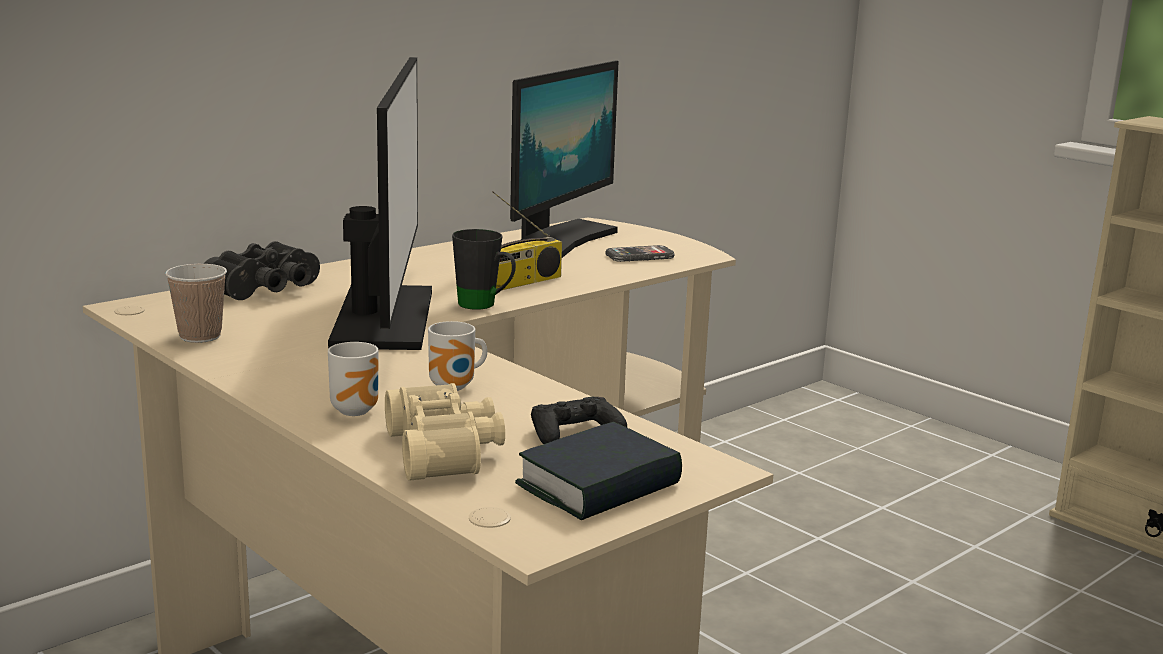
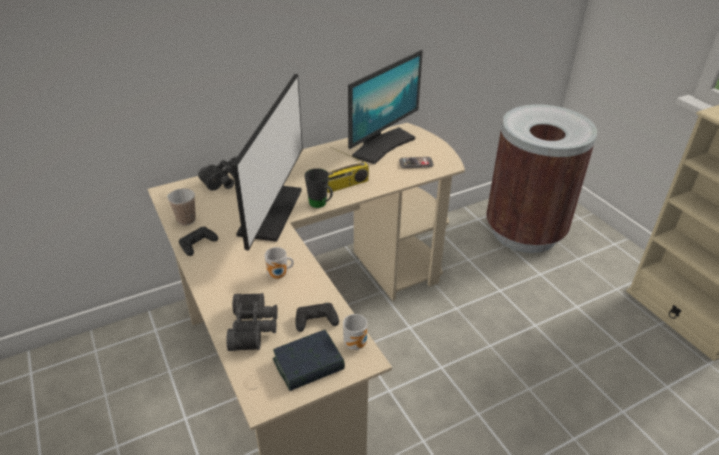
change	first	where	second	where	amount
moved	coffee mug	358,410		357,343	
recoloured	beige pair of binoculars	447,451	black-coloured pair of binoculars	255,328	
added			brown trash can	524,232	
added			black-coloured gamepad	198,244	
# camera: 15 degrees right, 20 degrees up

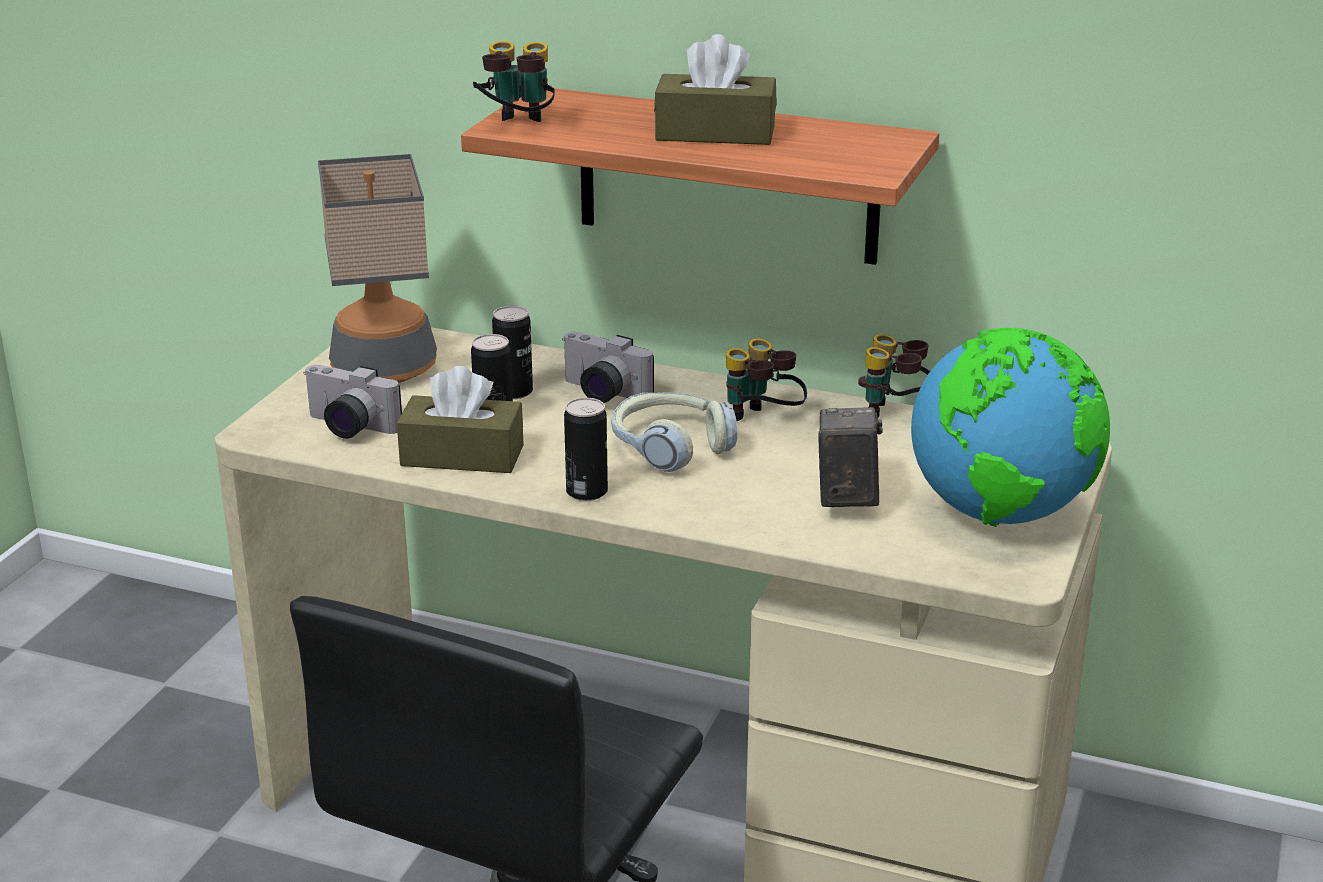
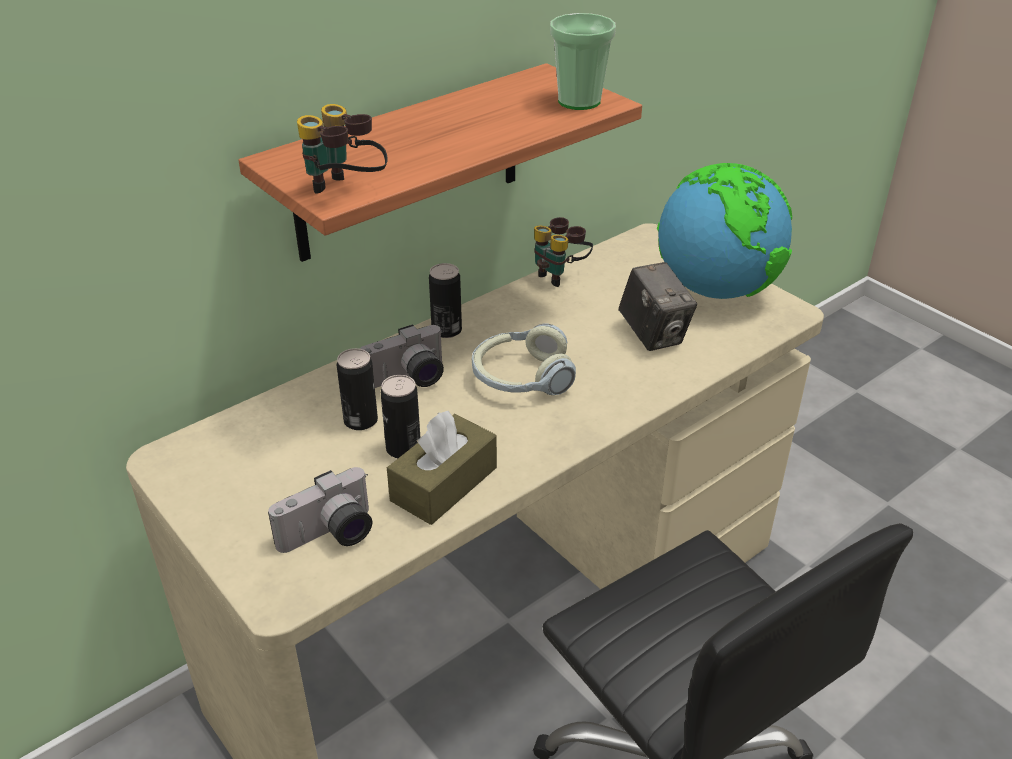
change	first	where	second	where	amount
removed	brown tissue holder	715,133			
removed	tabletop lamp	384,369			
removed	pair of binoculars	762,422			
moved	can	587,492		446,330	
turned	photo camera	846,498		653,334	150 degrees counterclockwise
added			drinking cup	579,101	
# camera: 60 degrees left, 10 degrees up

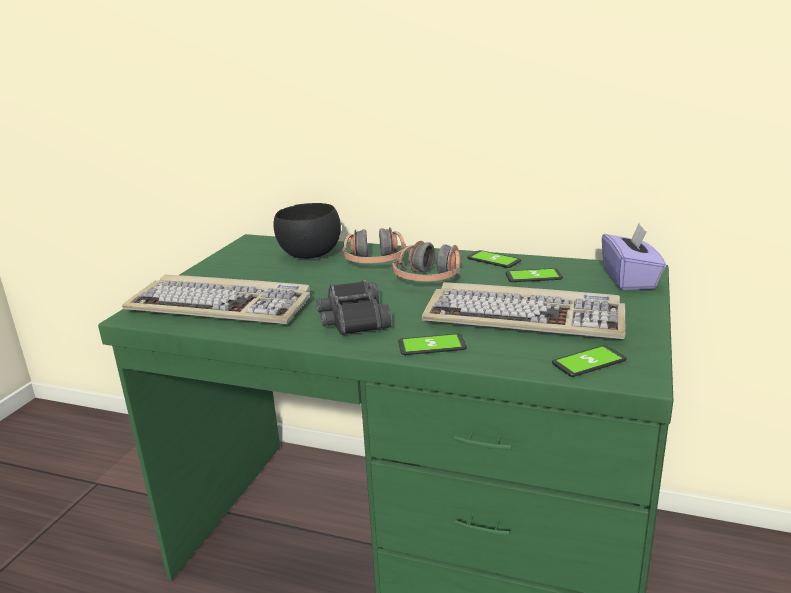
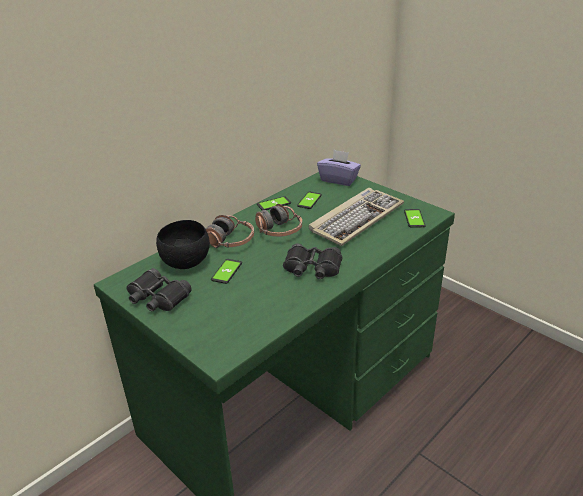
change	first	where	second	where	amount
removed	computer keyboard	222,305			
moved	telephone	432,346		226,271	
added			black-coloured pair of binoculars	157,298	
# camera: 65 degrees left, 10 degrees up

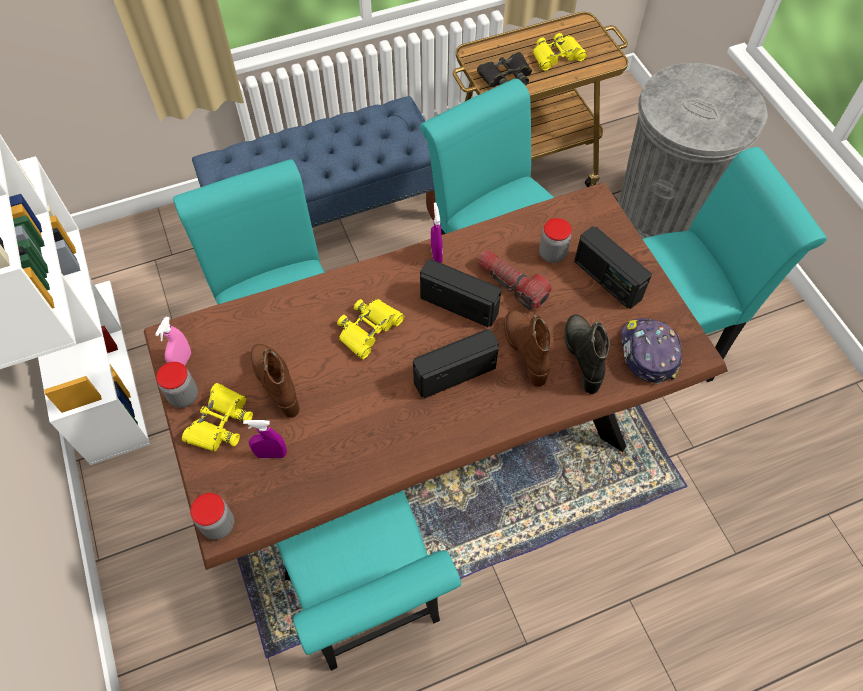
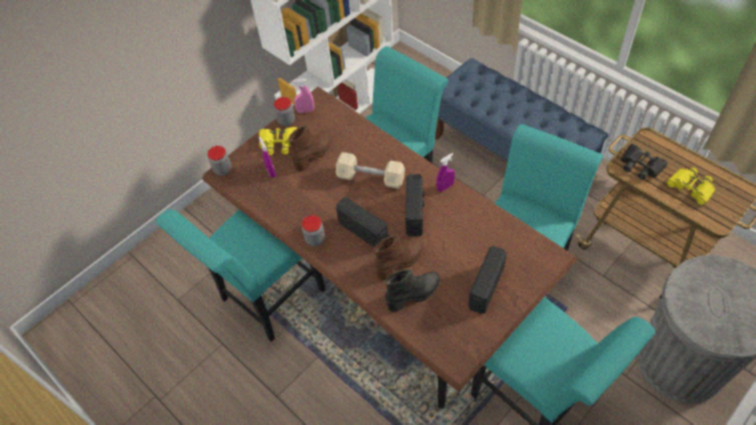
change	first	where	second	where	amount
moved	storage jar	552,254		315,239	
removed	hand torch	512,284			
replaced	yellow-coloured pair of binoculars	368,329	beige hand weight	371,178	
removed	cap	647,352			
# camera: 70 degrees right, 5 degrees down

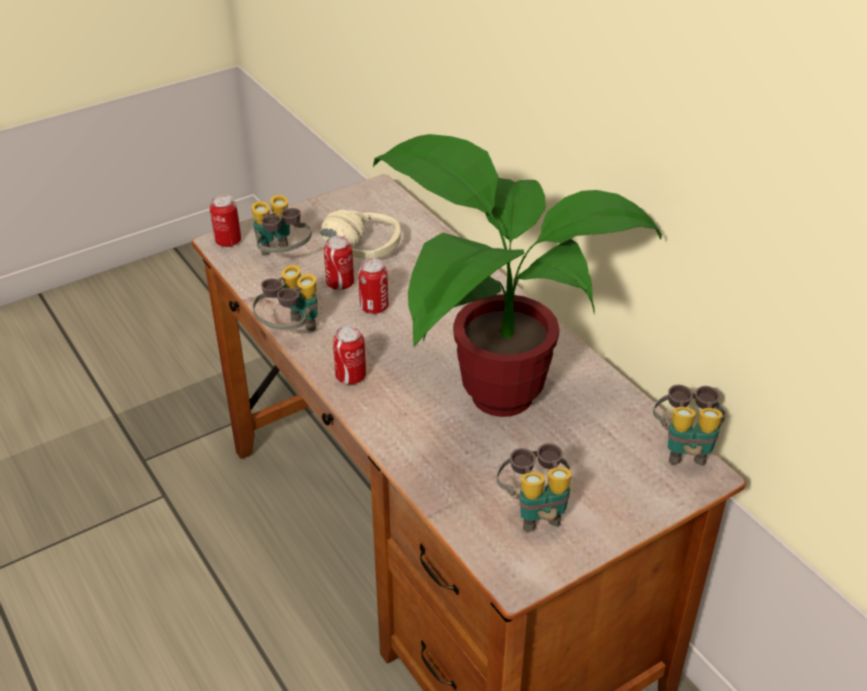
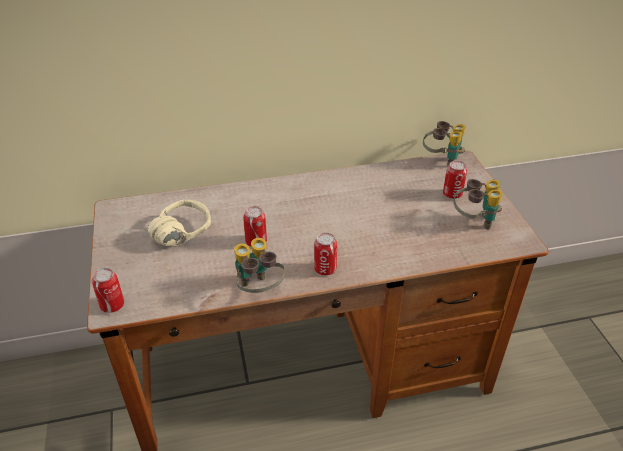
change	first	where	second	where	amount
removed	potted plant	490,391			
removed	pair of binoculars	282,257			
moved	can	340,283		452,194	
# camera: 70 degrees left, 0 degrees up

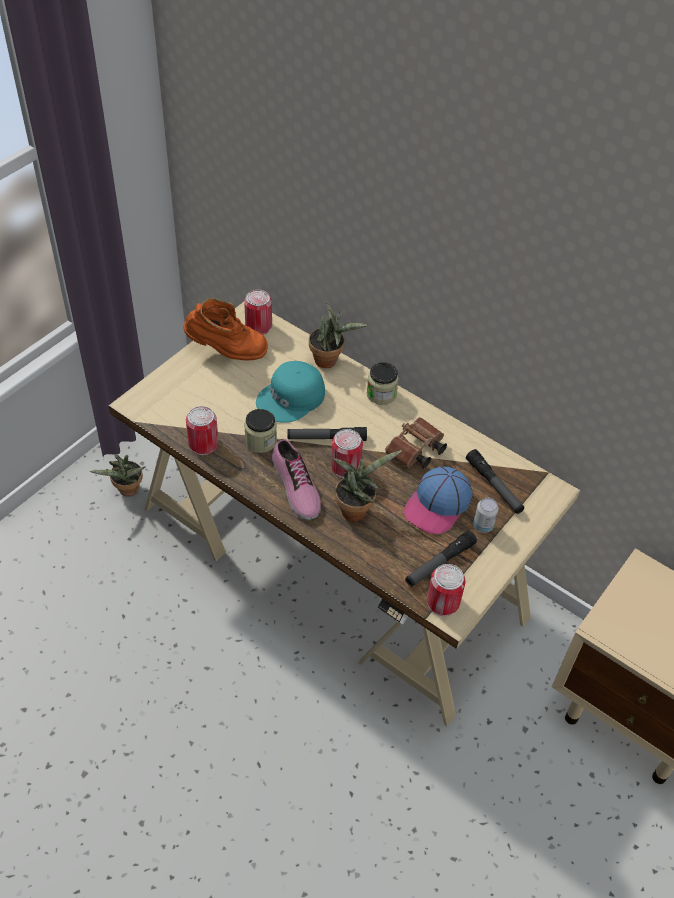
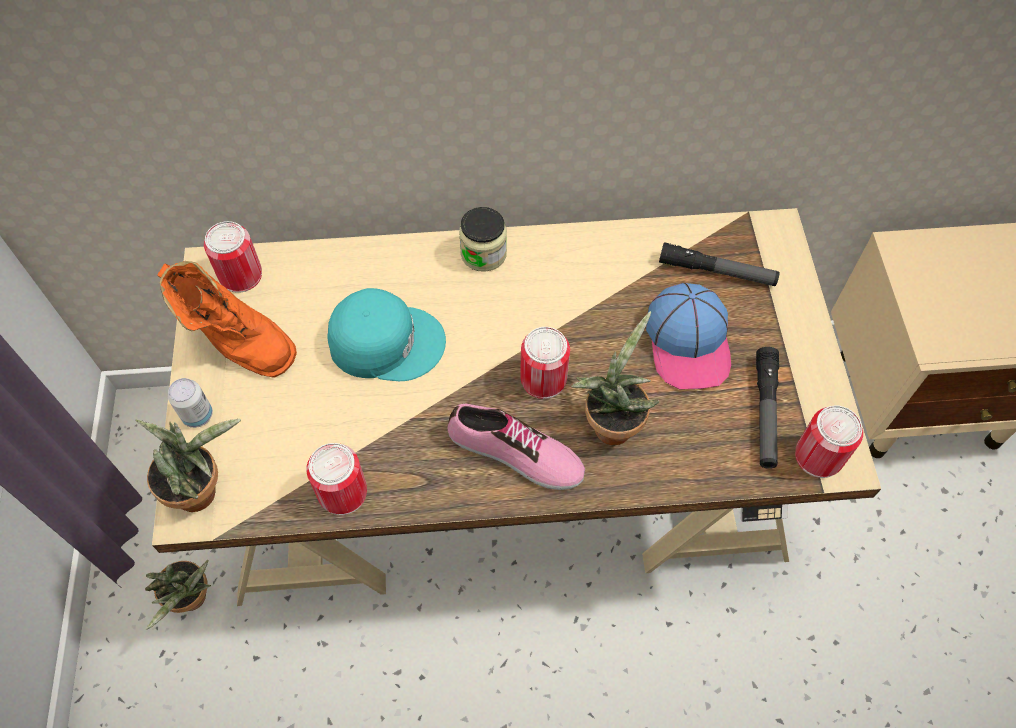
change	first	where	second	where	amount
turned	orangey tall boot	226,352		236,341	75 degrees clockwise
moved	potted plant	329,360		201,489	
turned	turquoise cap	291,398		386,340	90 degrees counterclockwise
removed	storage jar	261,441			
removed	brown pair of binoculars	415,452			
removed	hand torch	326,438			
moved	can	483,526		198,415	
# camera: 40 degrees left, 10 degrees up

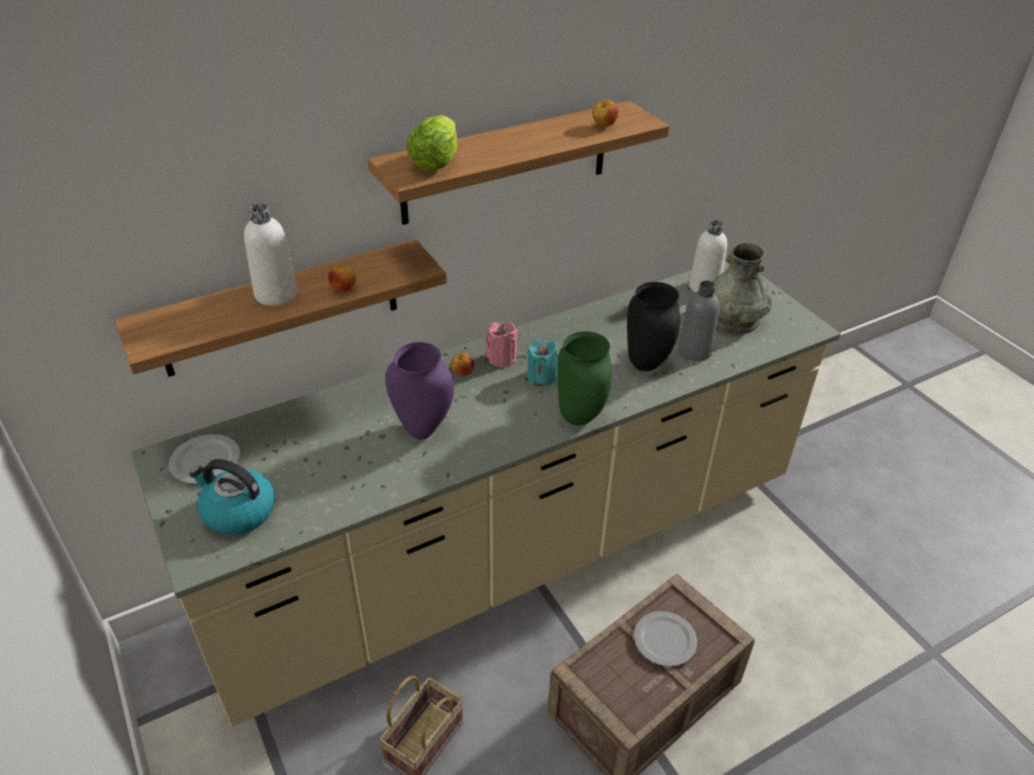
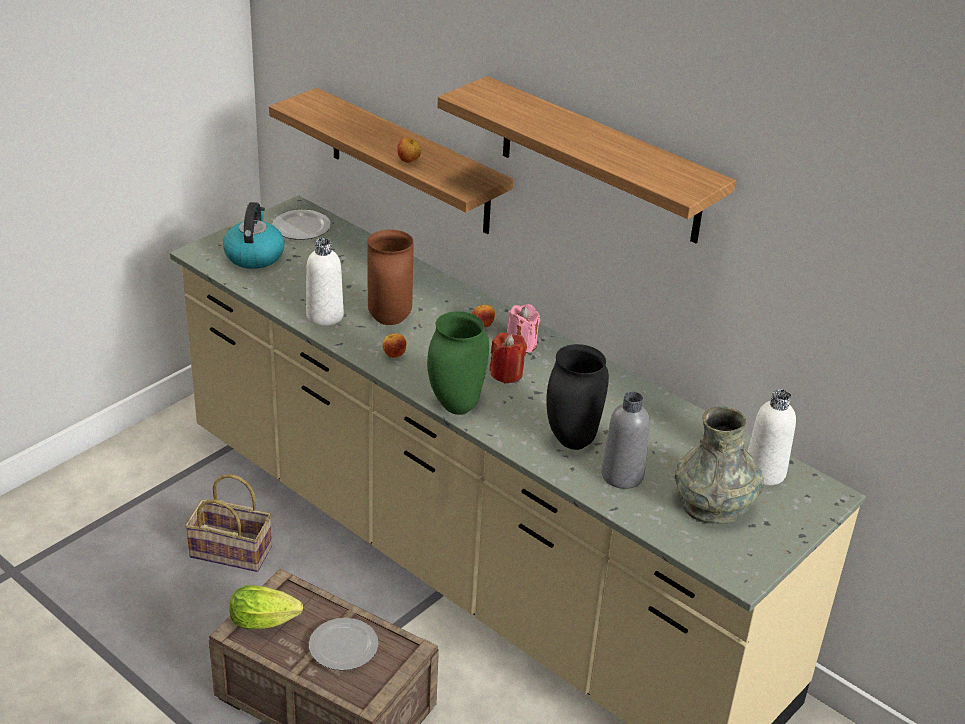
change	first	where	second	where	amount
moved	apple fruit	603,126		394,355	
moved	lettuce	437,161		267,622	
moved	white-coloured bottle	276,294		325,316	
recoloured	turquoise candle	541,377	red candle	506,373	
recoloured	purplish decorative vase	423,429	brown decorative vase	391,319	
# camera: 70 degrees right, 5 degrees down

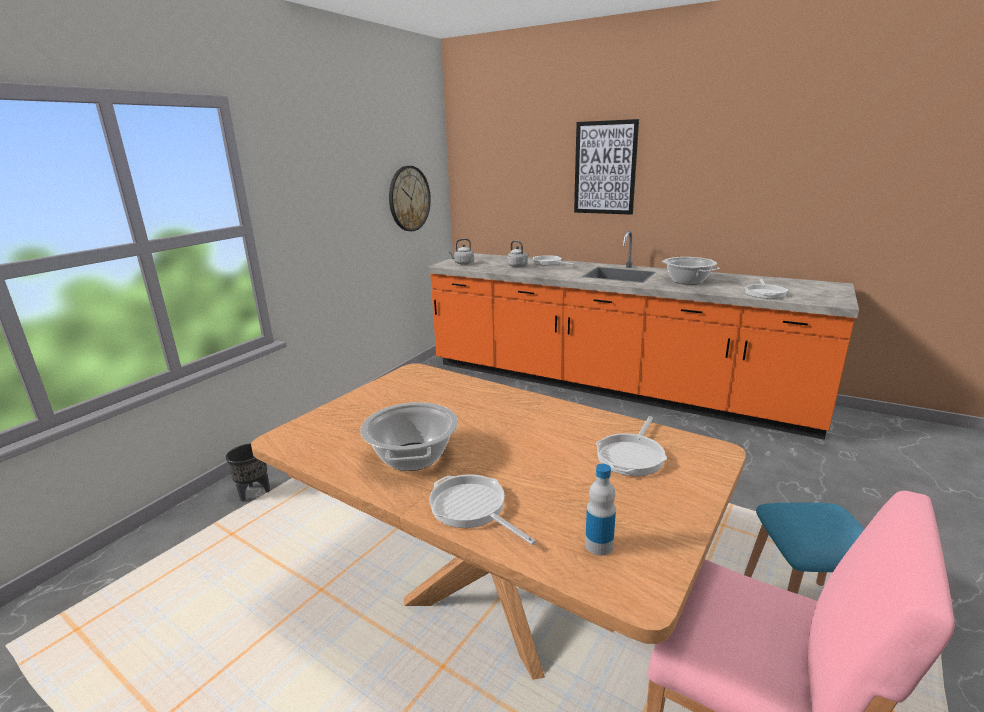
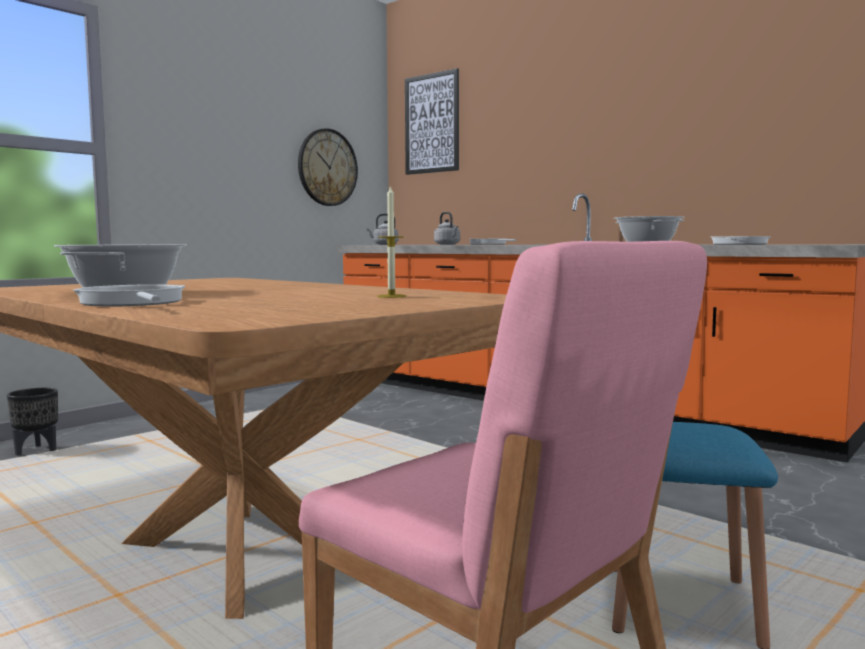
change	first	where	second	where	amount
moved	wall picture	605,168		432,123	
replaced	skillet	632,456	candle	391,296	
removed	bottle	599,545			
# camera: 10 degrees right, 15 degrees down

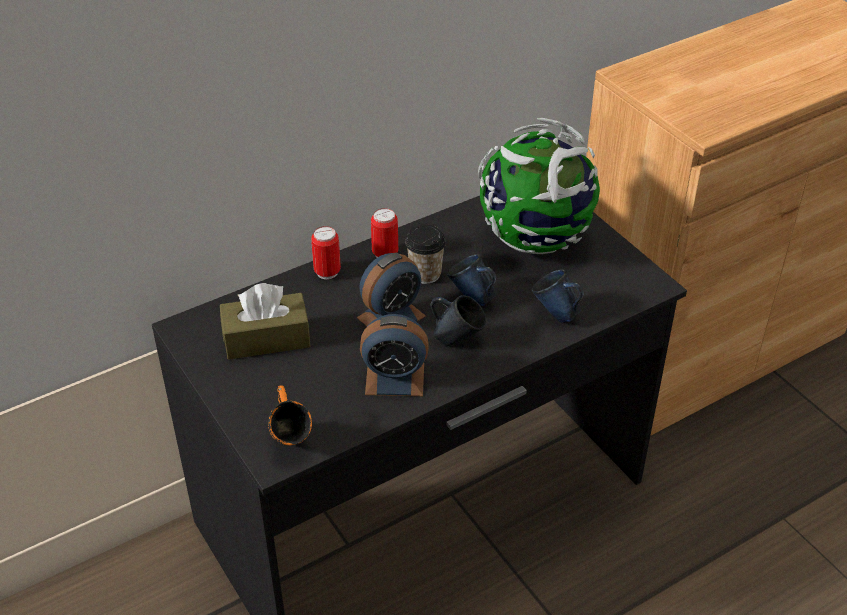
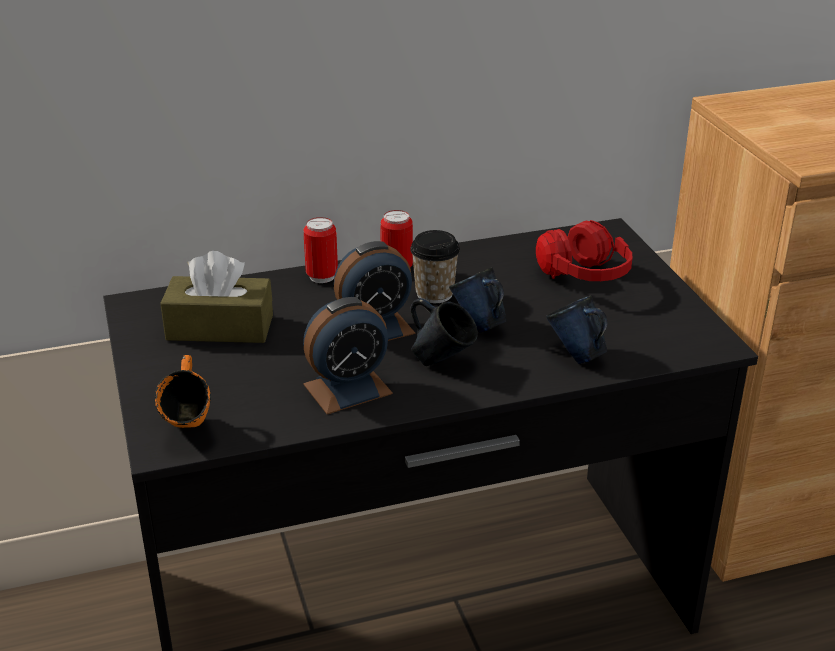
change	first	where	second	where	amount
replaced	desk globe	535,239	red pair of headphones	582,279	
turned	alarm clock	395,379		347,389	45 degrees counterclockwise
# camera: 15 degrees right, 10 degrees down

